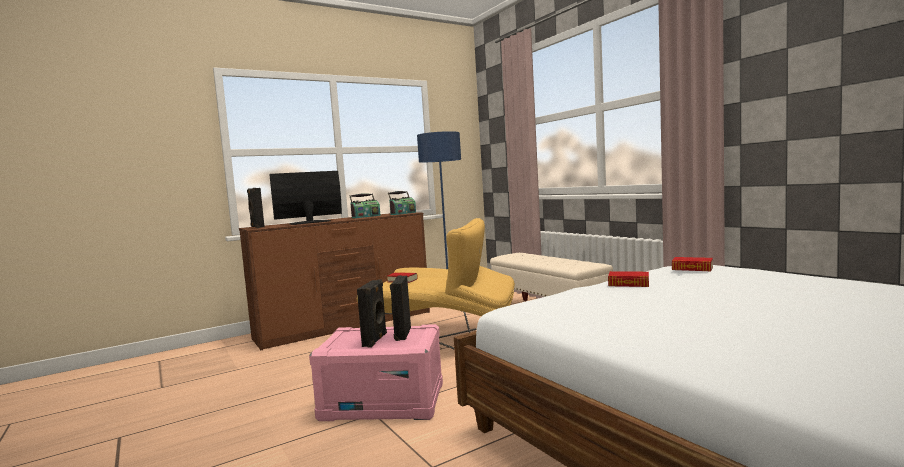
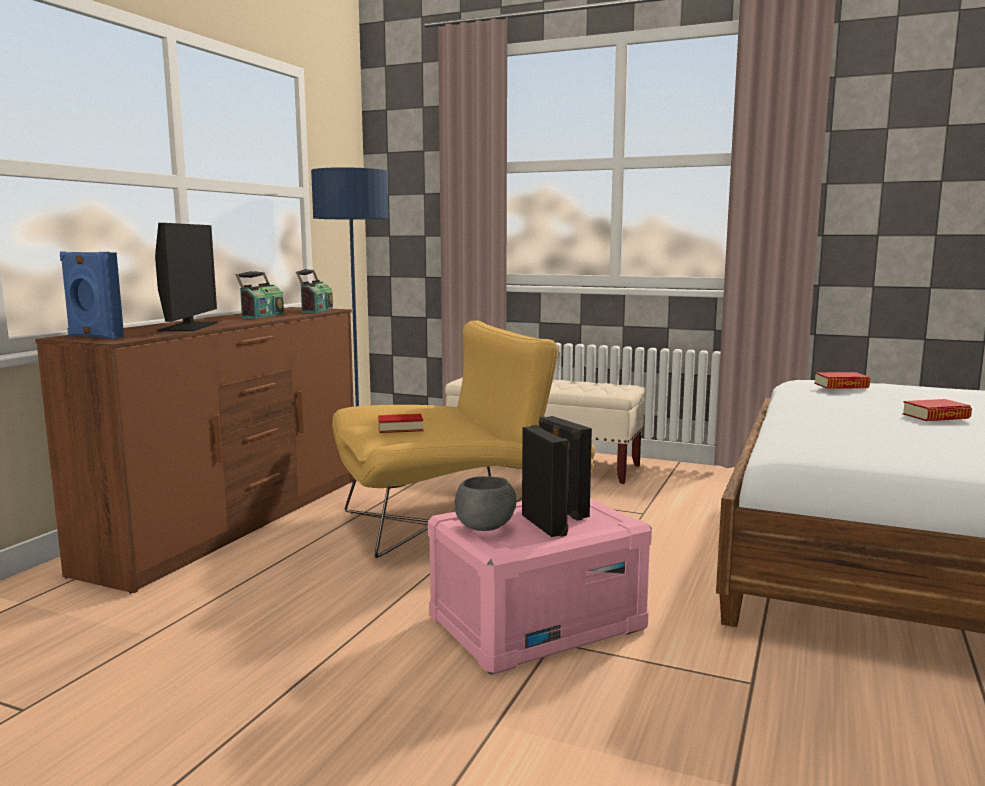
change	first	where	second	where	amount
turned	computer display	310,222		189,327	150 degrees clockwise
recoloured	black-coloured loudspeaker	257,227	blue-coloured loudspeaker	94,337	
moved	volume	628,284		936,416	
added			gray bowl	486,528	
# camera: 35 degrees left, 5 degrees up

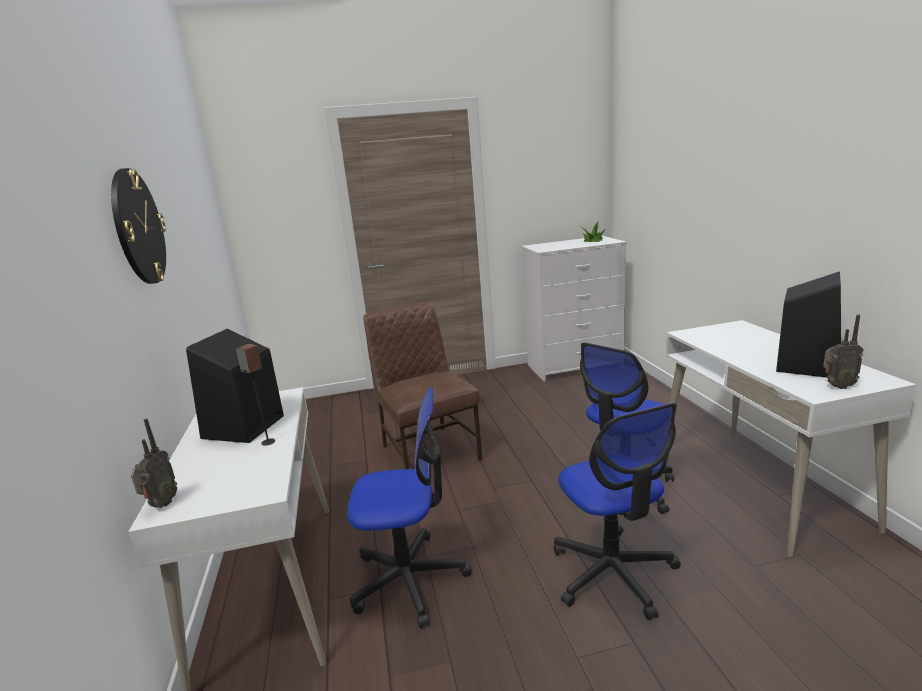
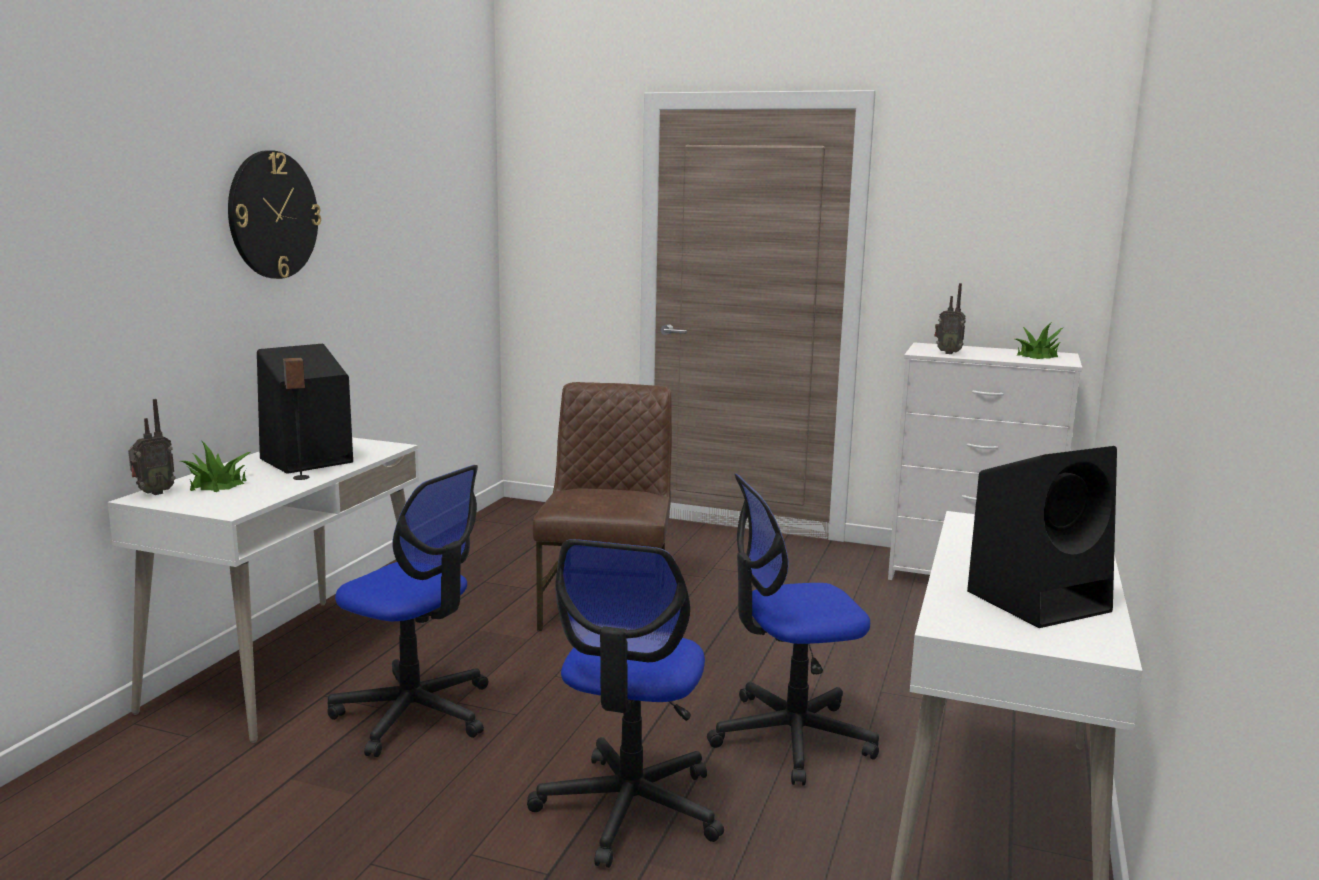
change	first	where	second	where	amount
moved	radio set	837,386		948,353	
added			potted plant	217,484	
# camera: 30 degrees right, 5 degrees down

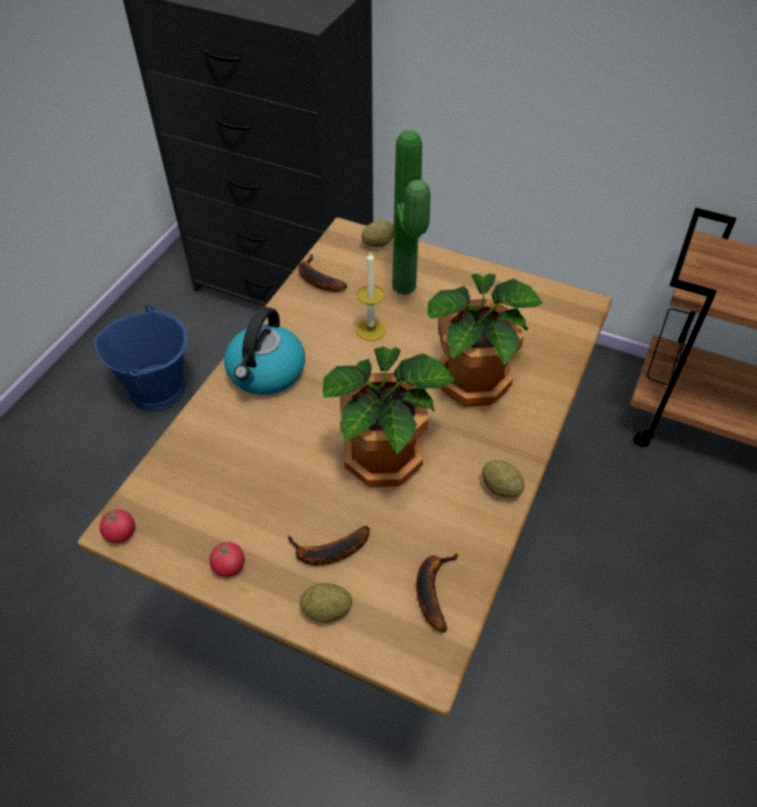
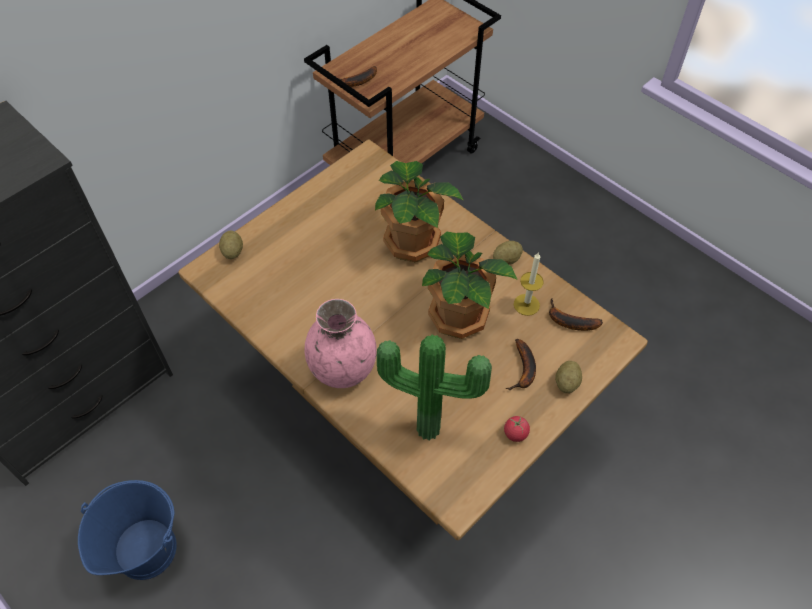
change	first	where	second	where	amount
moved	potted plant	409,286		429,425	
moved	candle	371,329		526,304	
moved	banana	316,280		357,81	
replaced	water kettle	266,373	pink-coloured decorative vase	343,368	
removed	fresh tomato	120,533			
# camera: 70 degrees left, 5 degrees up

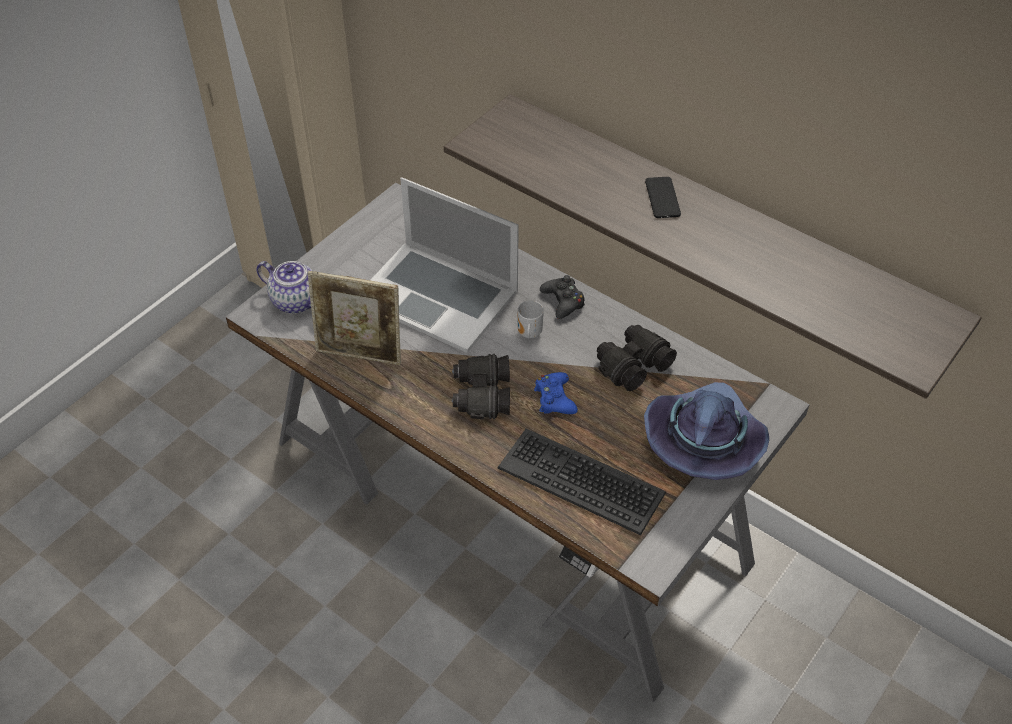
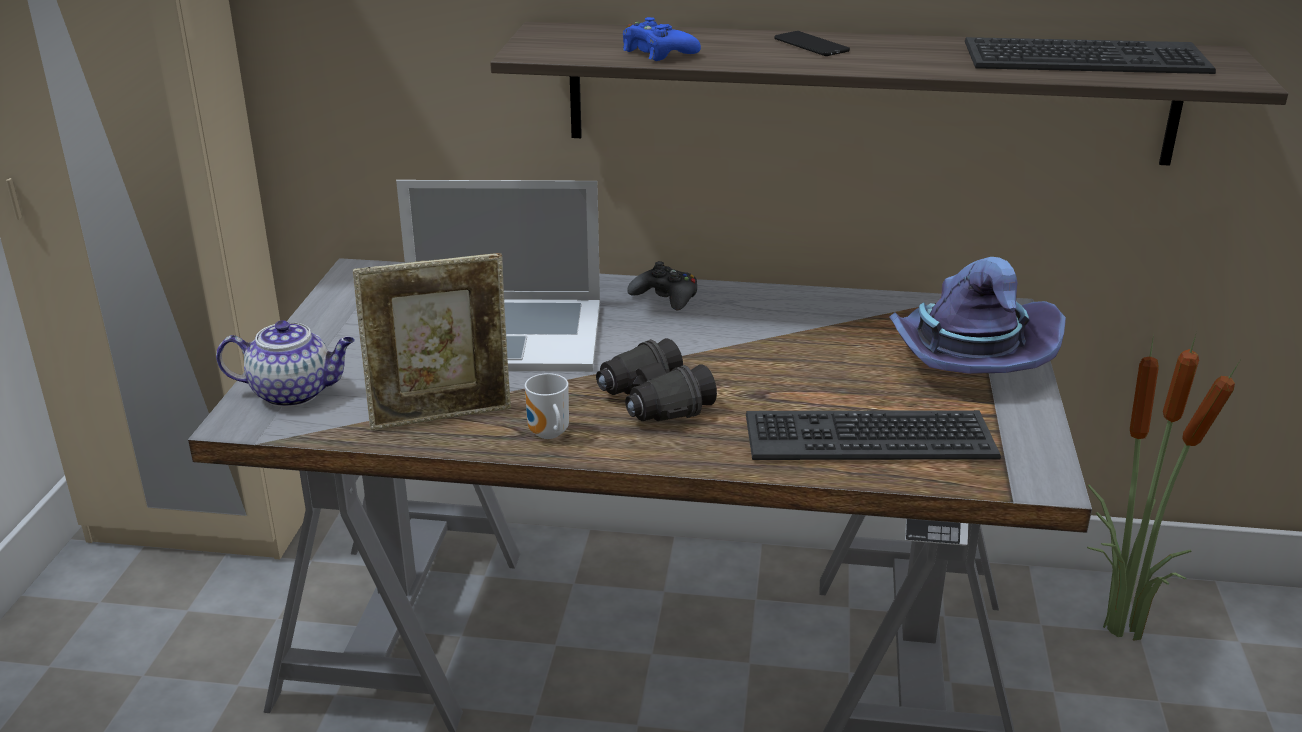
change	first	where	second	where	amount
moved	coffee mug	528,334		547,435	
removed	black-coloured pair of binoculars	632,364			
moved	blue-coloured gamepad	554,399		657,52	
added			computer keyboard	1085,59	
added			potted plant	1118,628	
# camera: 30 degrees left, 20 degrees down

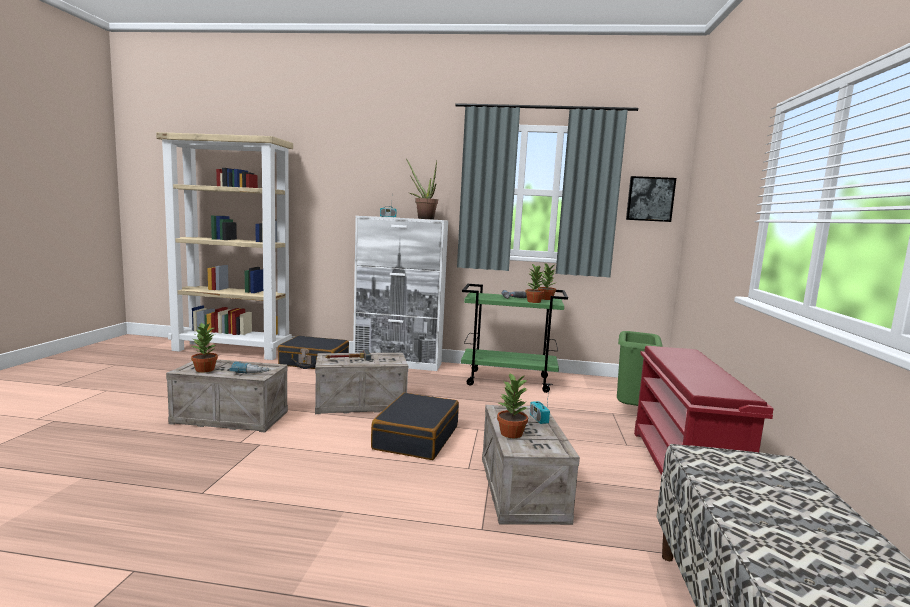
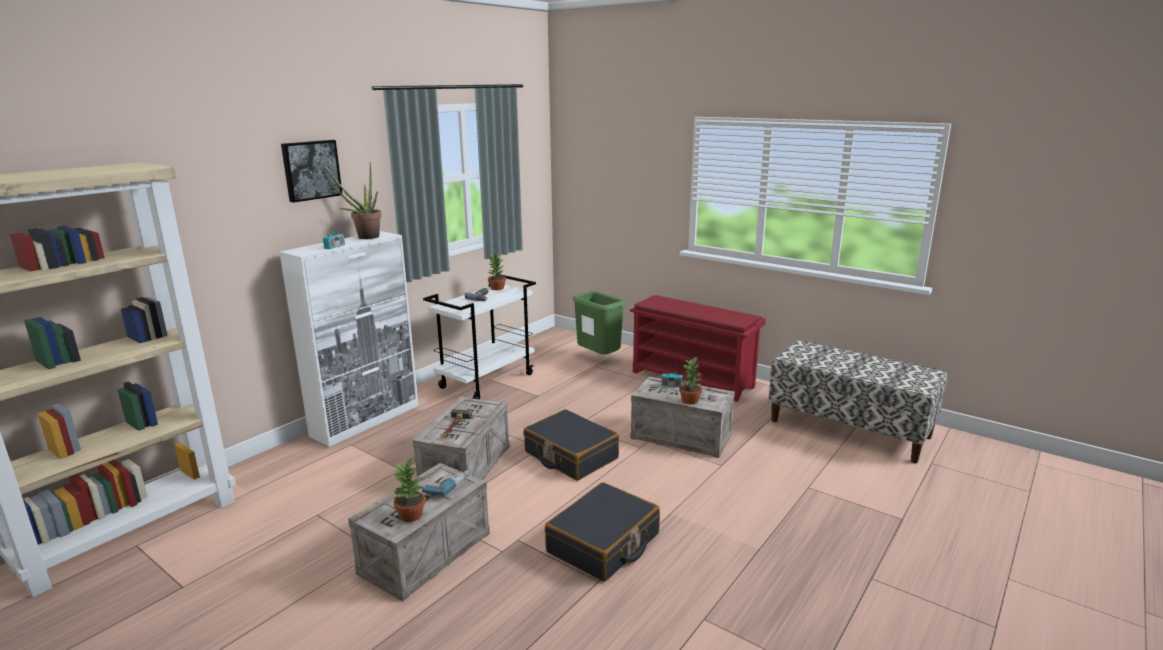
change	first	where	second	where	amount
moved	wall picture	650,199		311,170	
removed	potted plant	533,301			
recoloured	green-coloured cart	509,381	white-coloured cart	487,380	
moved	black-coloured suitcase	314,362		604,544	
# camera: 60 degrees left, 10 degrees up

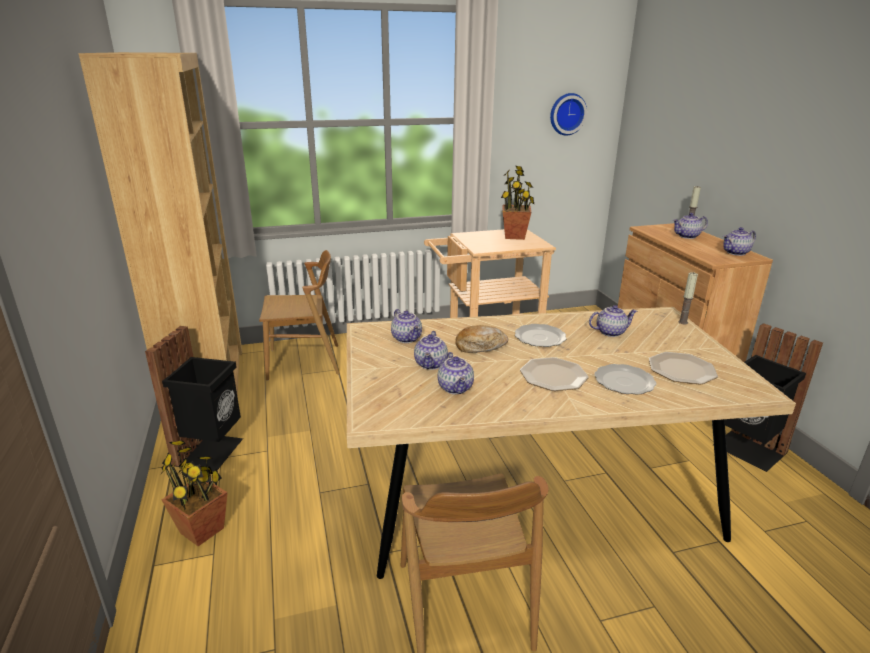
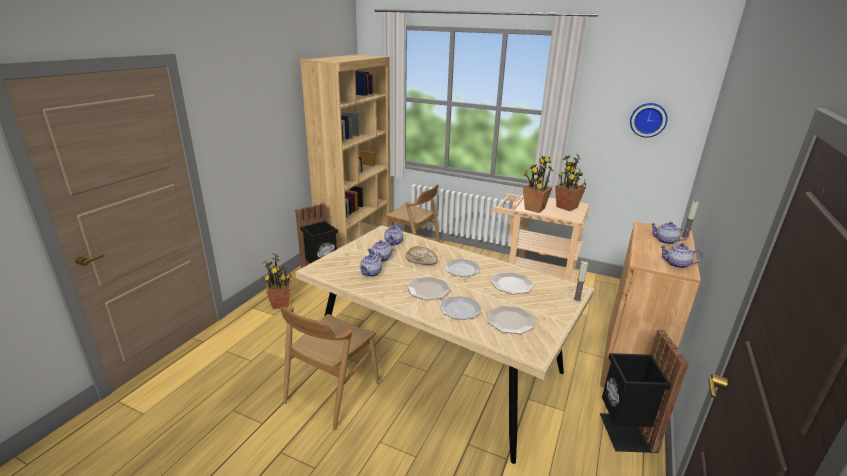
change	first	where	second	where	amount
replaced	tea pot	610,332	plate	511,284	
added			potted plant	534,209	
# camera: 40 degrees right, 0 degrees up

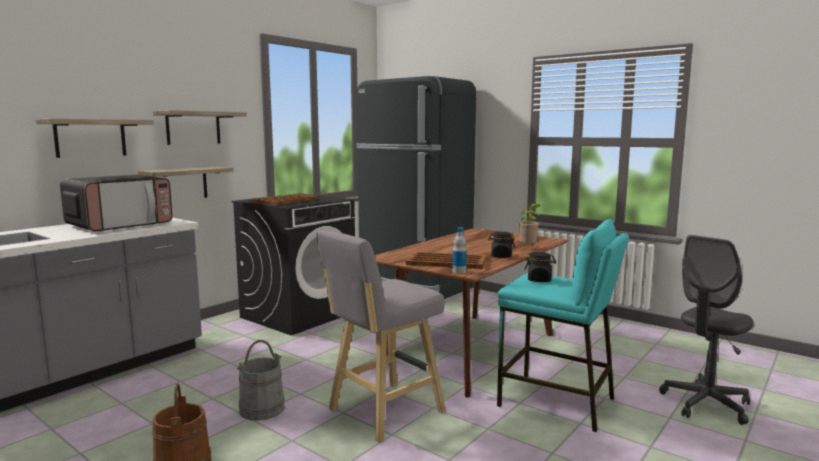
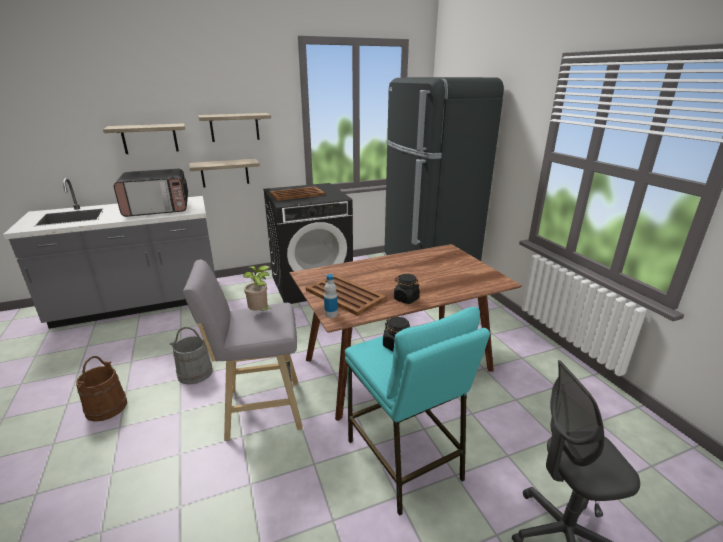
change	first	where	second	where	amount
moved	potted plant	528,248		260,312	
# camera: 30 degrees right, 15 degrees up

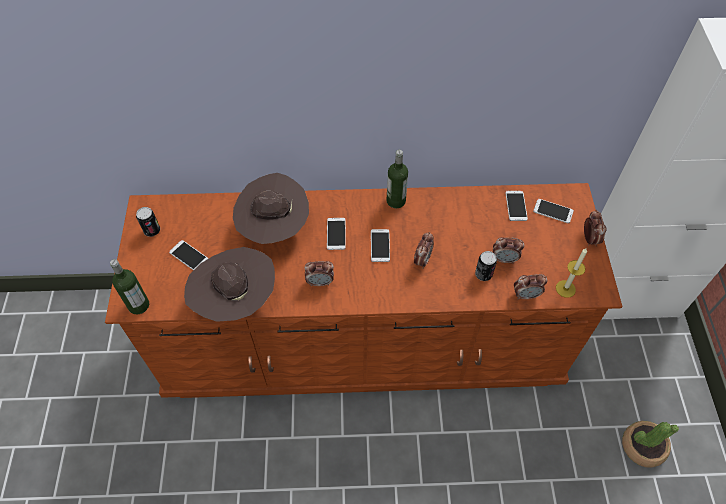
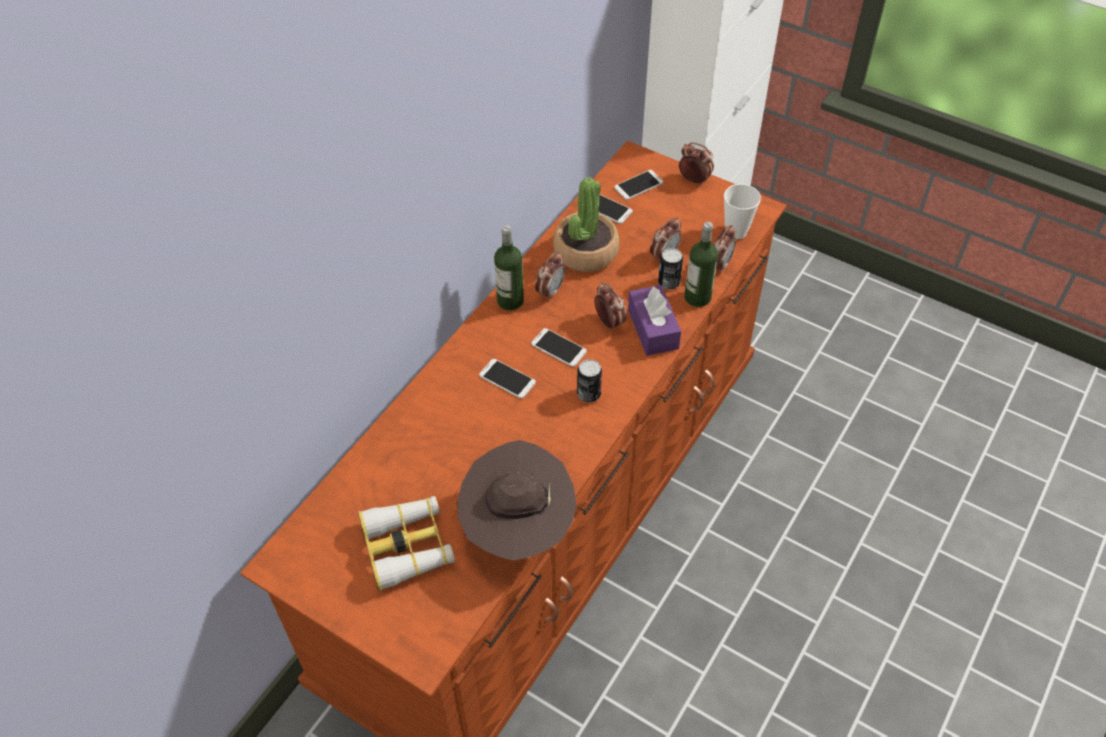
change	first	where	second	where	amount
removed	brown clothing hat	274,228			
moved	can	152,230		589,394	
replaced	telephone	189,256	pair of binoculars	408,546	
replaced	candle	565,289	drinking cup	736,231	
moved	bottle	138,305		697,297	
moved	alarm clock	320,282		550,291	
moved	potted plant	642,446		585,251	
added			purplish tissue holder	653,329	
# camera: 55 degrees left, 5 degrees down

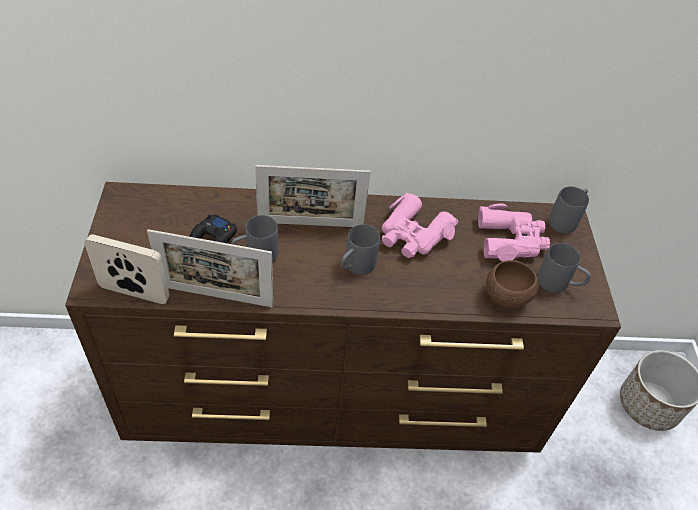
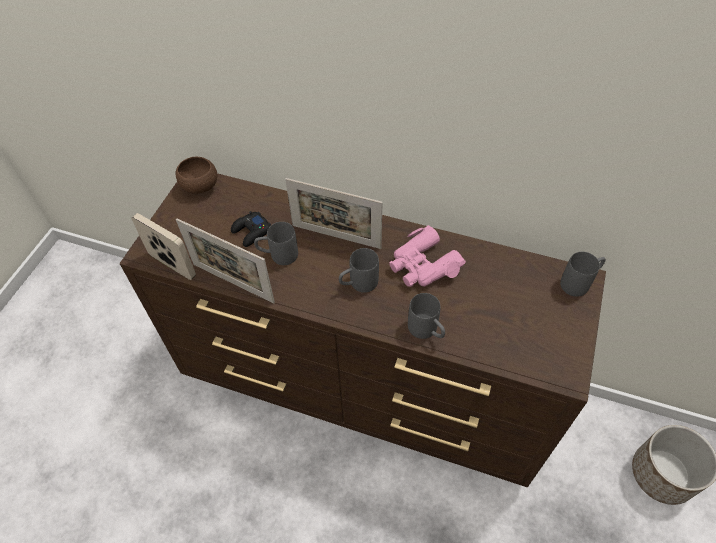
change	first	where	second	where	amount
removed	pink-coloured pair of binoculars	510,240			
moved	gray coffee mug	559,285		427,331	
moved	brown bowl	506,297		200,186	
# camera: 25 degrees right, 5 degrees up

